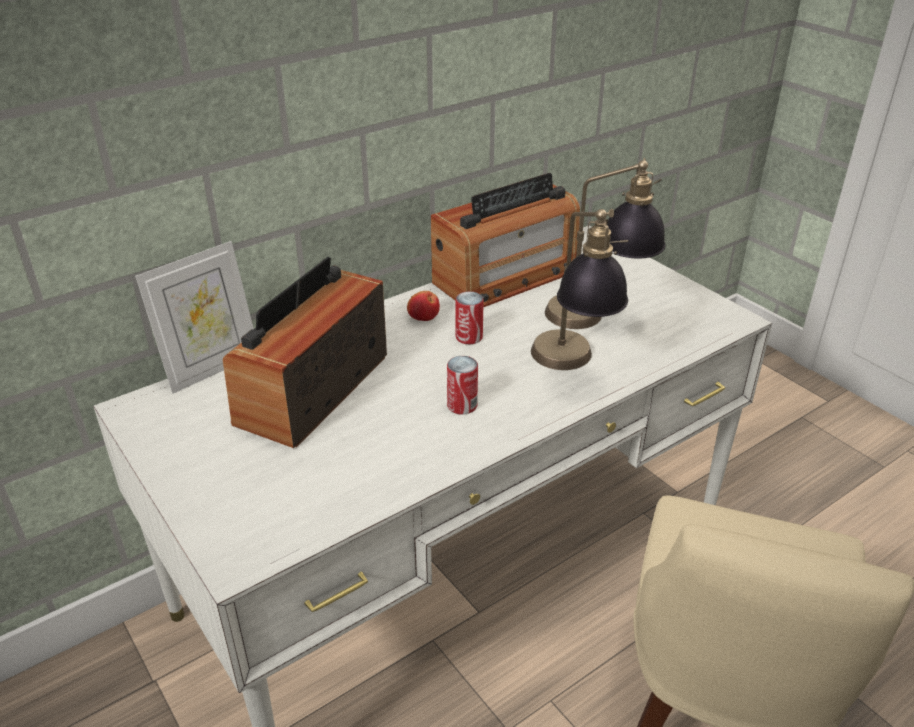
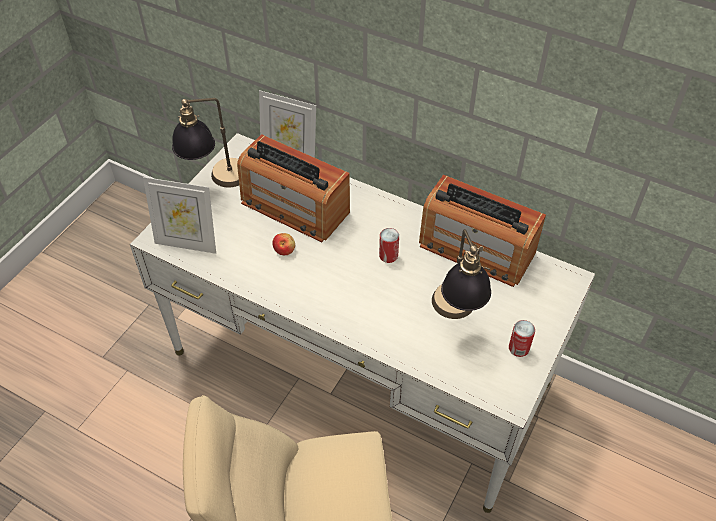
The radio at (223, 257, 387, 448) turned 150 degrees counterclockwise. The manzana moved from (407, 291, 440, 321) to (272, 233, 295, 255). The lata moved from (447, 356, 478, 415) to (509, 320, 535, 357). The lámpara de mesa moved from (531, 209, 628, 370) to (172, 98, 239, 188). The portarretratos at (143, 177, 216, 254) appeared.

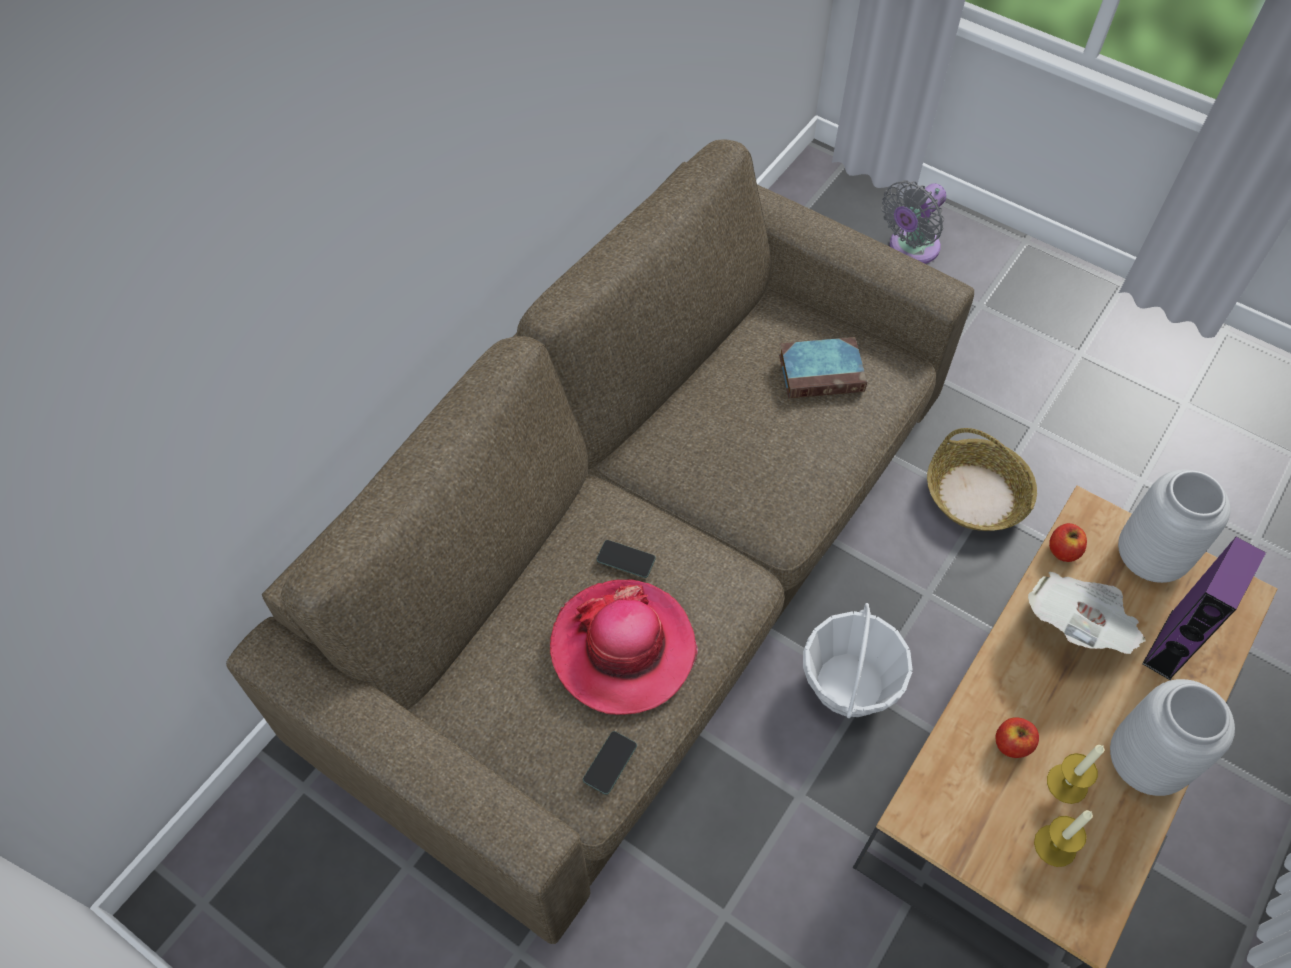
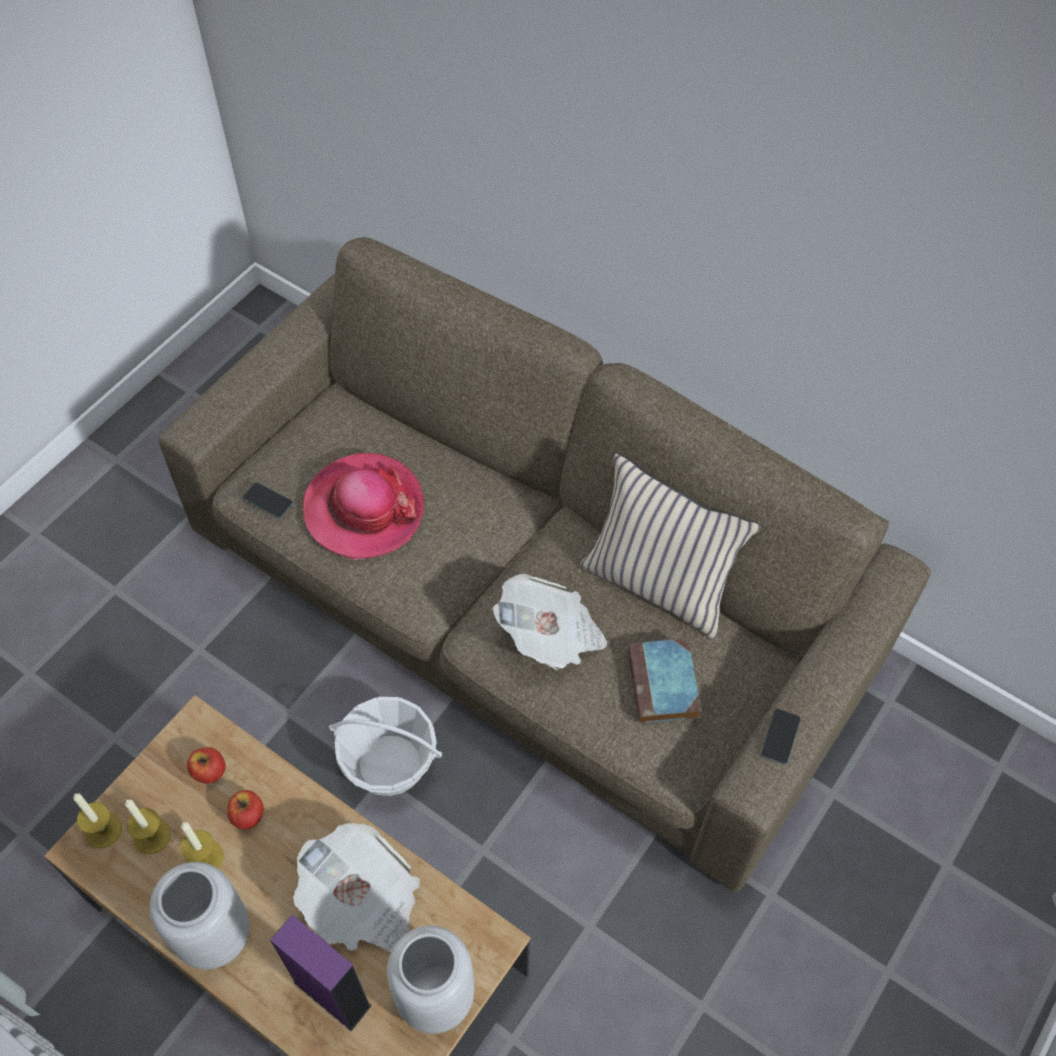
The móvil moved from (596, 540, 656, 578) to (761, 709, 801, 765). The ventilador/gris at (881, 180, 946, 264) disappeared. The cesta at (927, 428, 1037, 531) disappeared. The manzana moved from (1049, 523, 1087, 562) to (187, 747, 226, 784). The vela at (73, 793, 122, 848) appeared. The periódico at (493, 574, 607, 670) appeared. The cojín/beis at (580, 453, 761, 640) appeared.

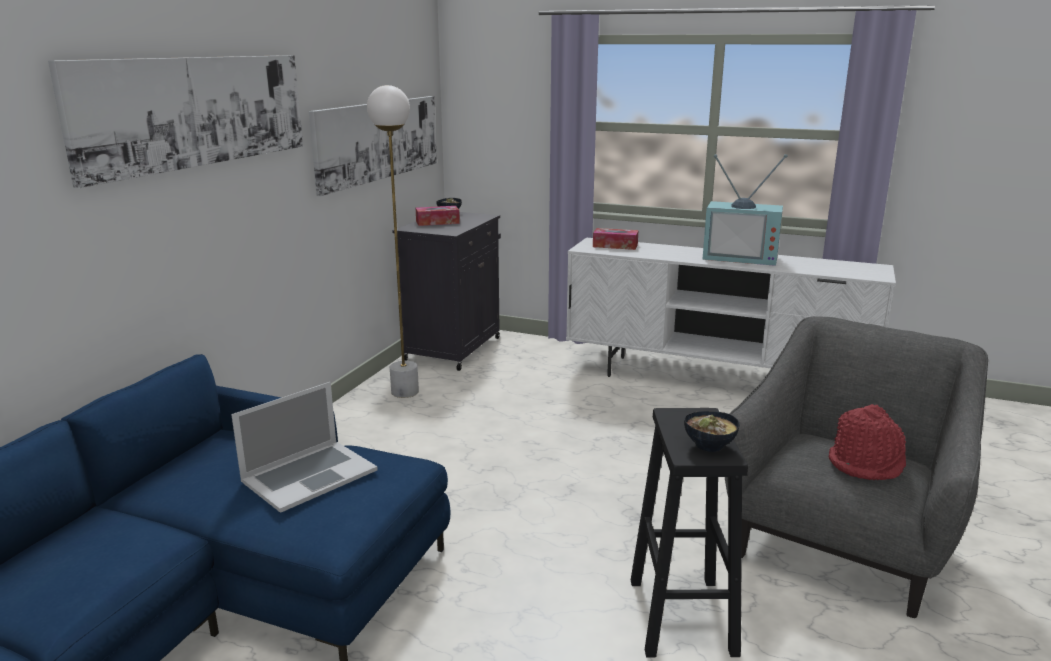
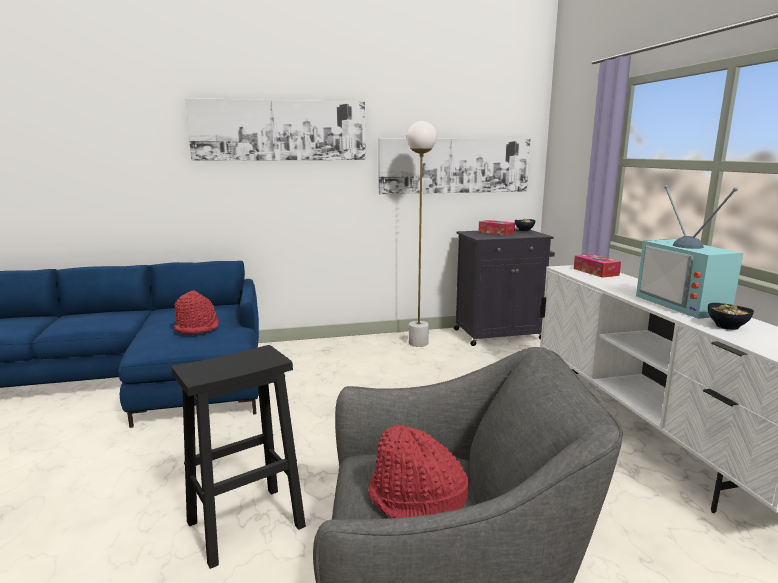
The portátil at (231, 382, 378, 513) was replaced by the sombrero/rojo at (174, 290, 219, 335). The cuenco moved from (684, 411, 740, 452) to (708, 303, 754, 330).

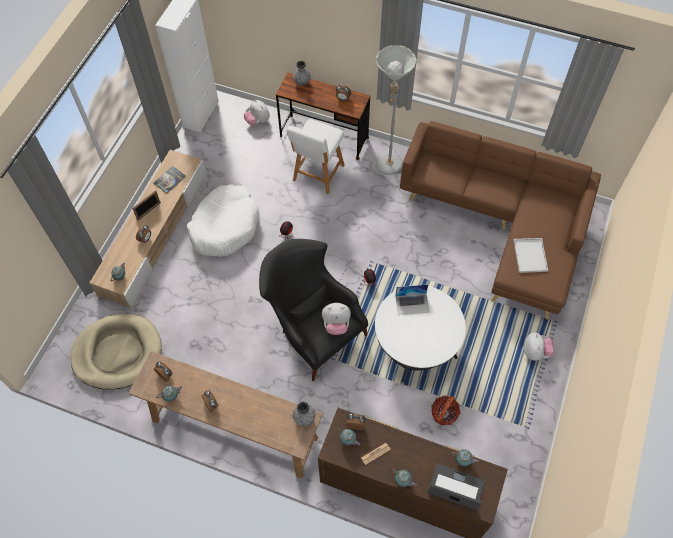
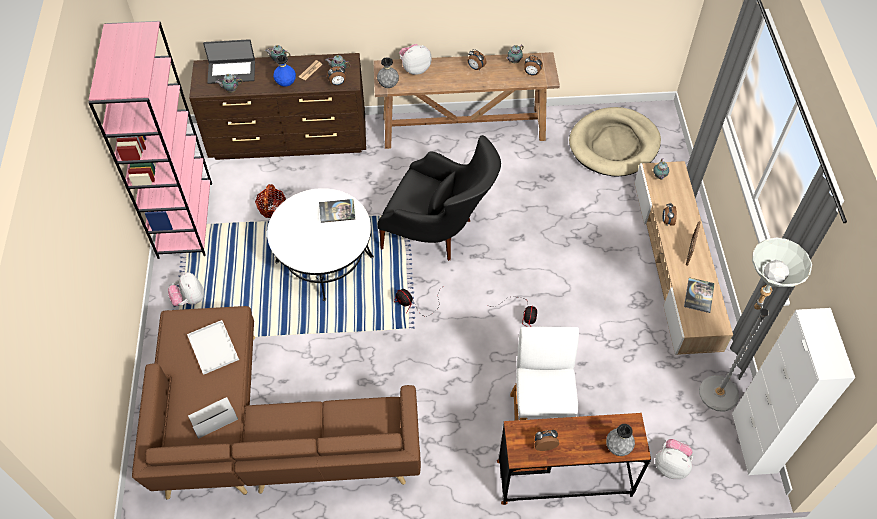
The cama para perro/blanco at (187, 184, 259, 257) disappeared. The peluche moved from (322, 303, 351, 335) to (399, 44, 432, 75). The lámpara de pie/gris moved from (376, 45, 416, 175) to (699, 238, 812, 412). The portátil moved from (395, 284, 430, 315) to (188, 397, 238, 439). The estantería/rosa at (89, 21, 212, 259) appeared. The florero/azul at (273, 55, 296, 87) appeared. The libro at (319, 199, 355, 223) appeared.

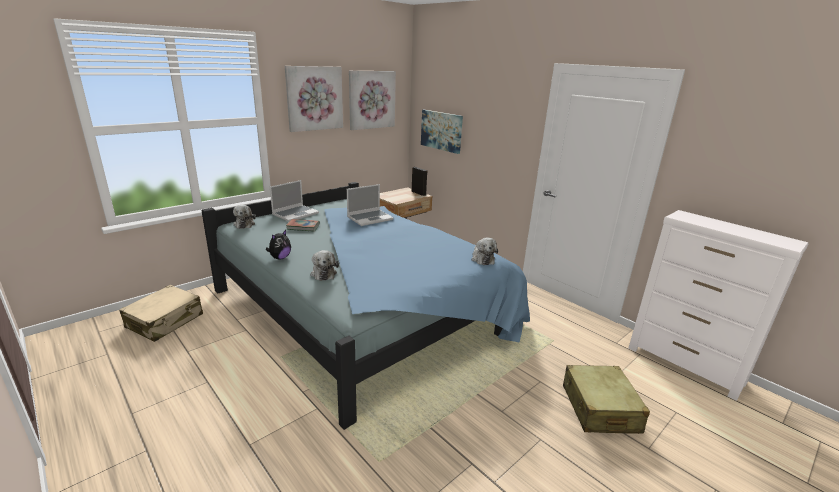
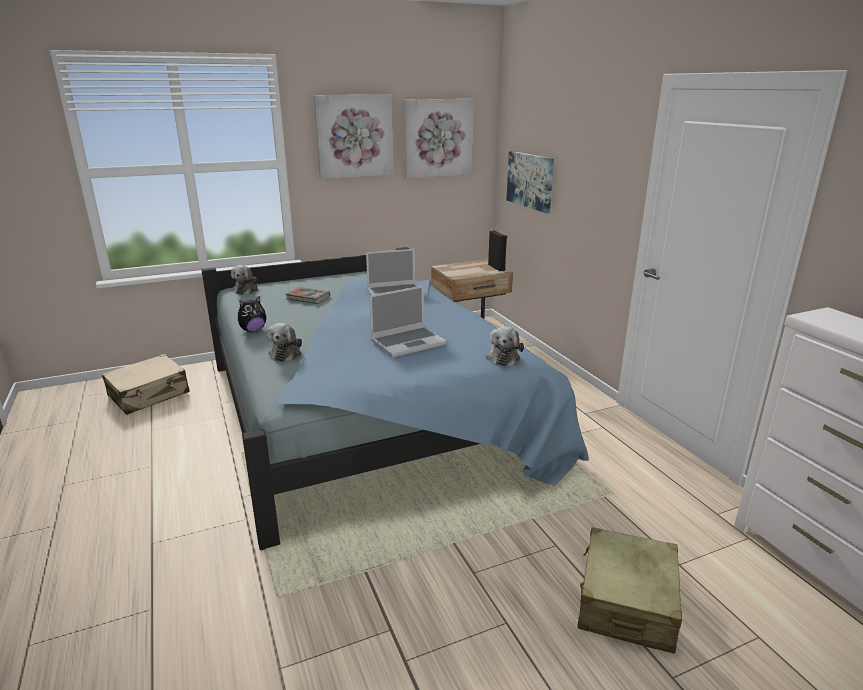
The portátil moved from (270, 180, 319, 222) to (369, 285, 447, 357).

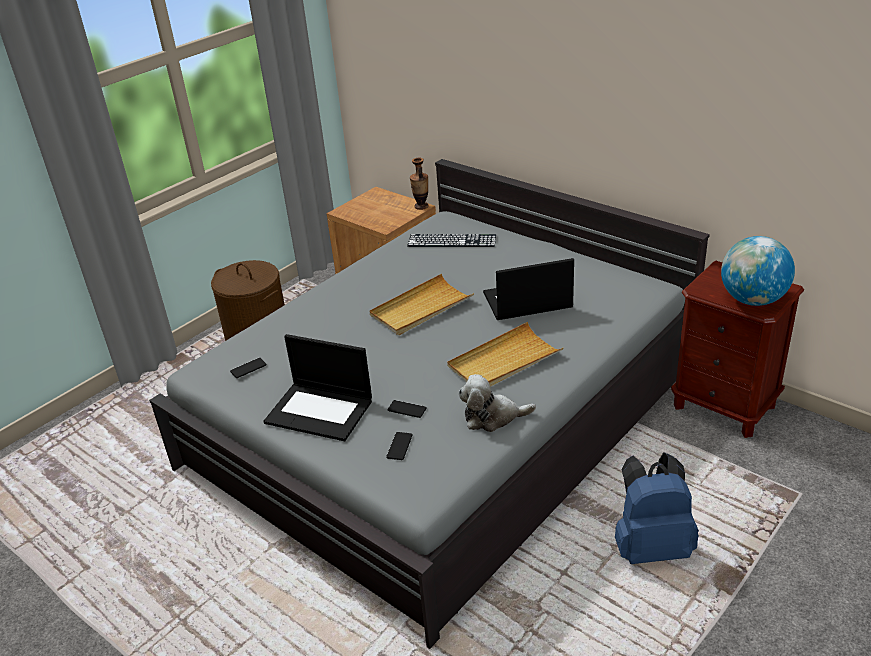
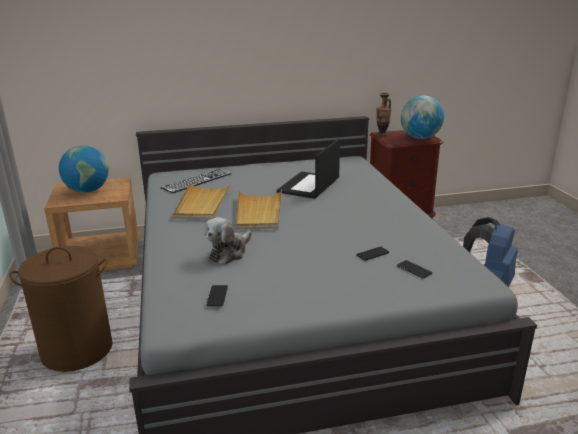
The portátil at (263, 334, 372, 441) disappeared. The florero moved from (410, 158, 429, 210) to (376, 93, 392, 136). The bandeja/beis moved from (447, 322, 563, 387) to (173, 182, 231, 219). The peluche moved from (458, 374, 536, 432) to (204, 217, 252, 265). The globo terráqueo at (59, 145, 109, 193) appeared.

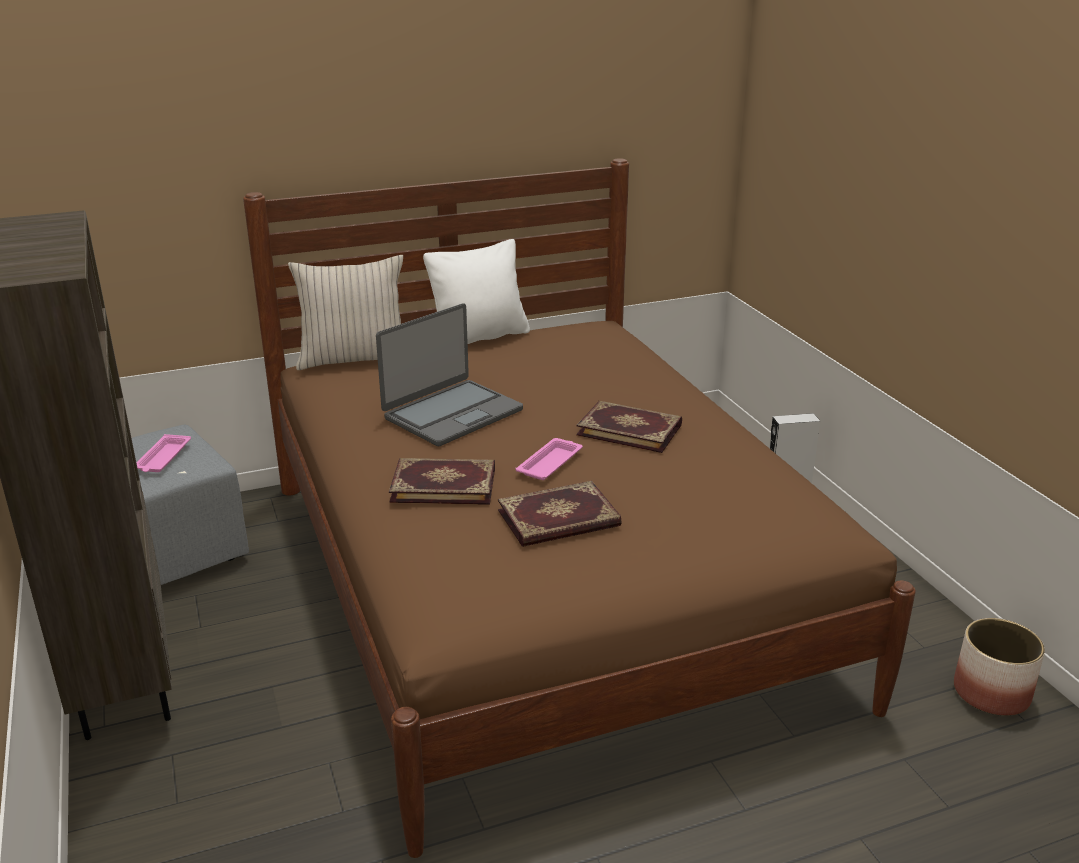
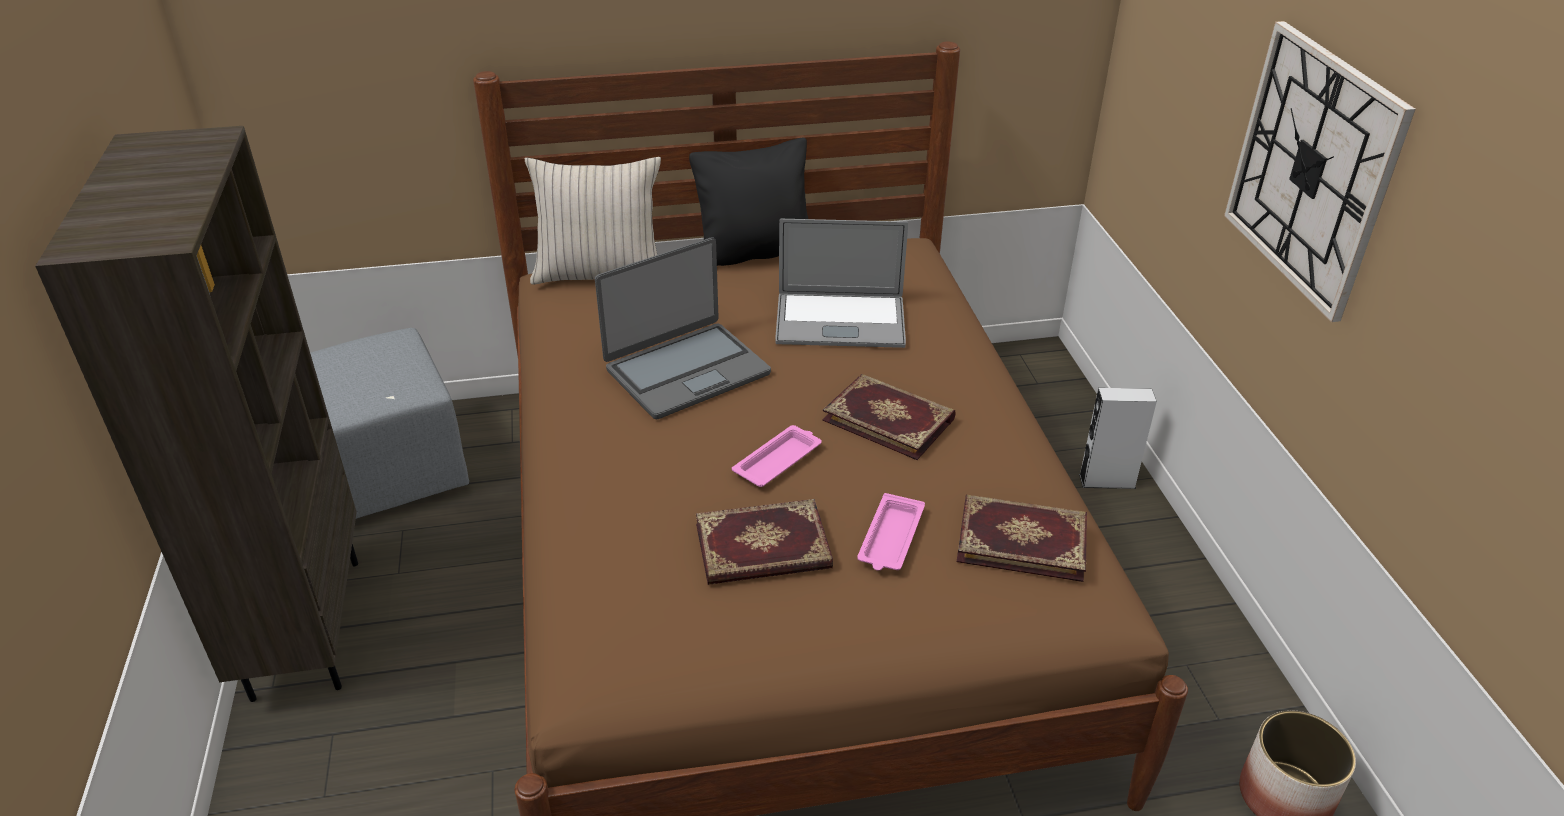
The bandeja/rosa moved from (137, 434, 191, 472) to (857, 493, 925, 571). The libro moved from (389, 458, 495, 505) to (957, 494, 1087, 582). The cojín/blanco at (423, 239, 530, 344) became the cojín/negro at (689, 138, 808, 266). The portátil at (775, 219, 908, 348) appeared. The reloj de pared at (1224, 21, 1416, 322) appeared.

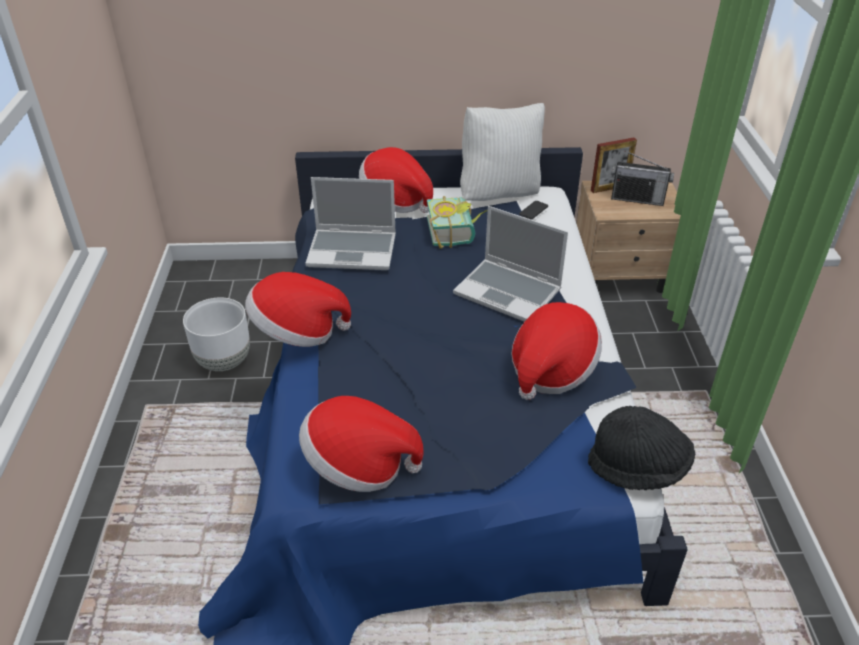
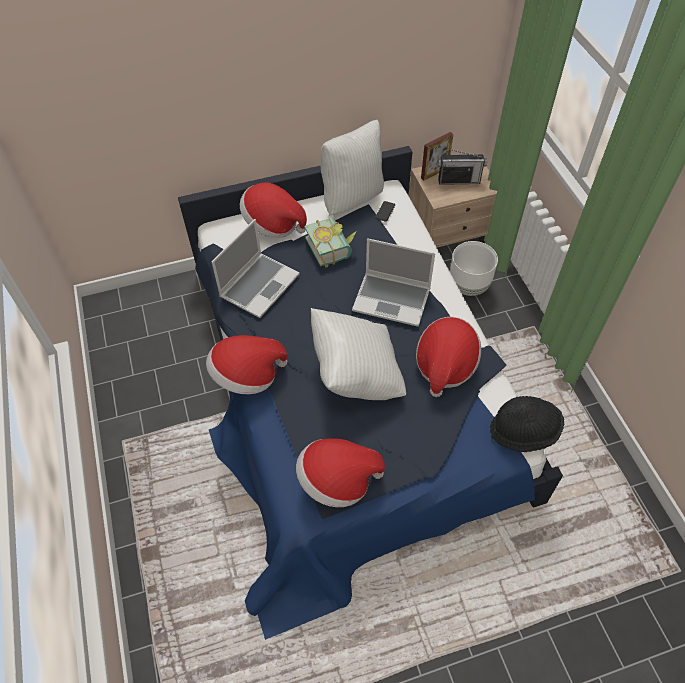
The maceta/blanco moved from (183, 297, 250, 371) to (450, 241, 498, 296). The portátil at (305, 177, 396, 270) turned 45 degrees counterclockwise. The cojín/blanco at (311, 308, 406, 400) appeared.

